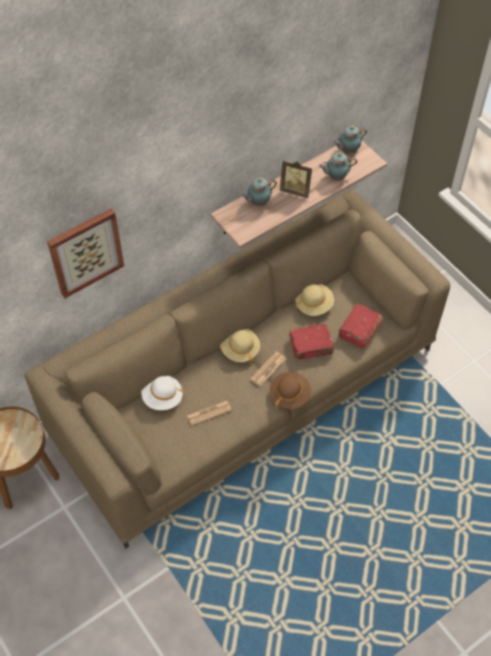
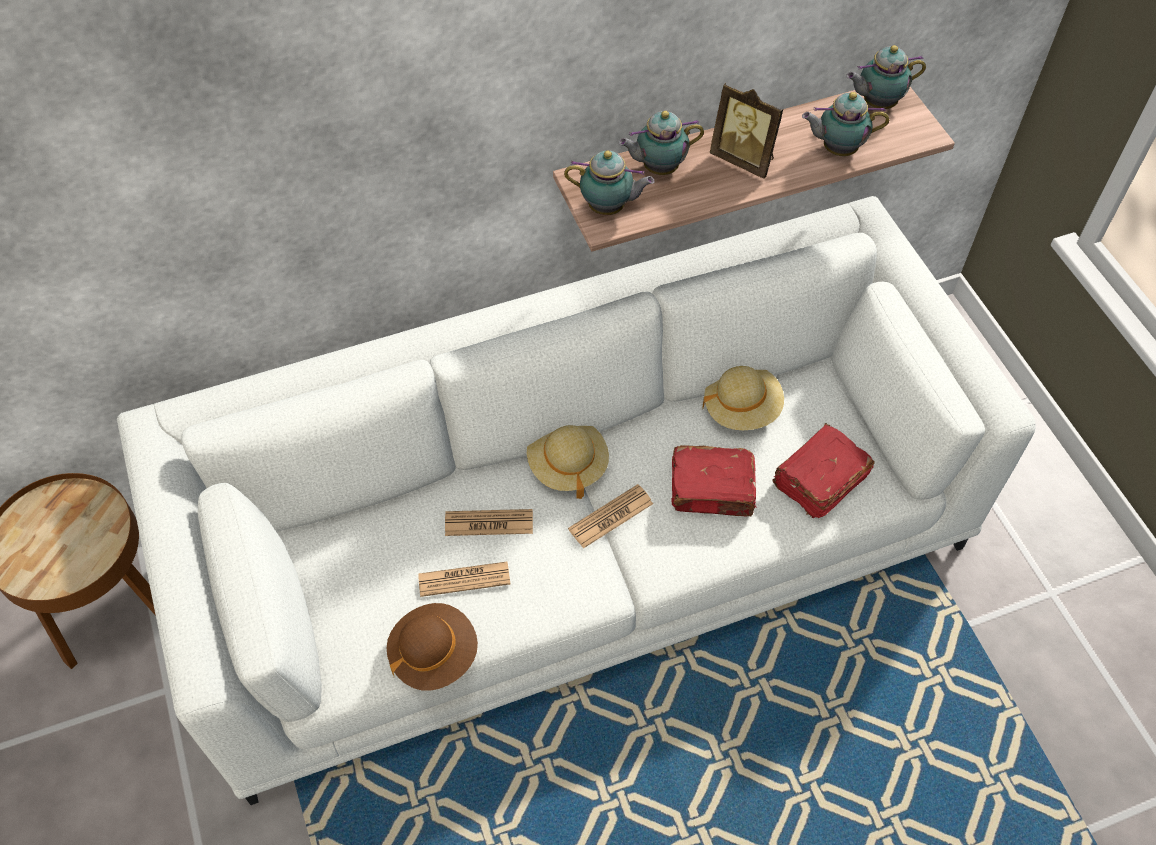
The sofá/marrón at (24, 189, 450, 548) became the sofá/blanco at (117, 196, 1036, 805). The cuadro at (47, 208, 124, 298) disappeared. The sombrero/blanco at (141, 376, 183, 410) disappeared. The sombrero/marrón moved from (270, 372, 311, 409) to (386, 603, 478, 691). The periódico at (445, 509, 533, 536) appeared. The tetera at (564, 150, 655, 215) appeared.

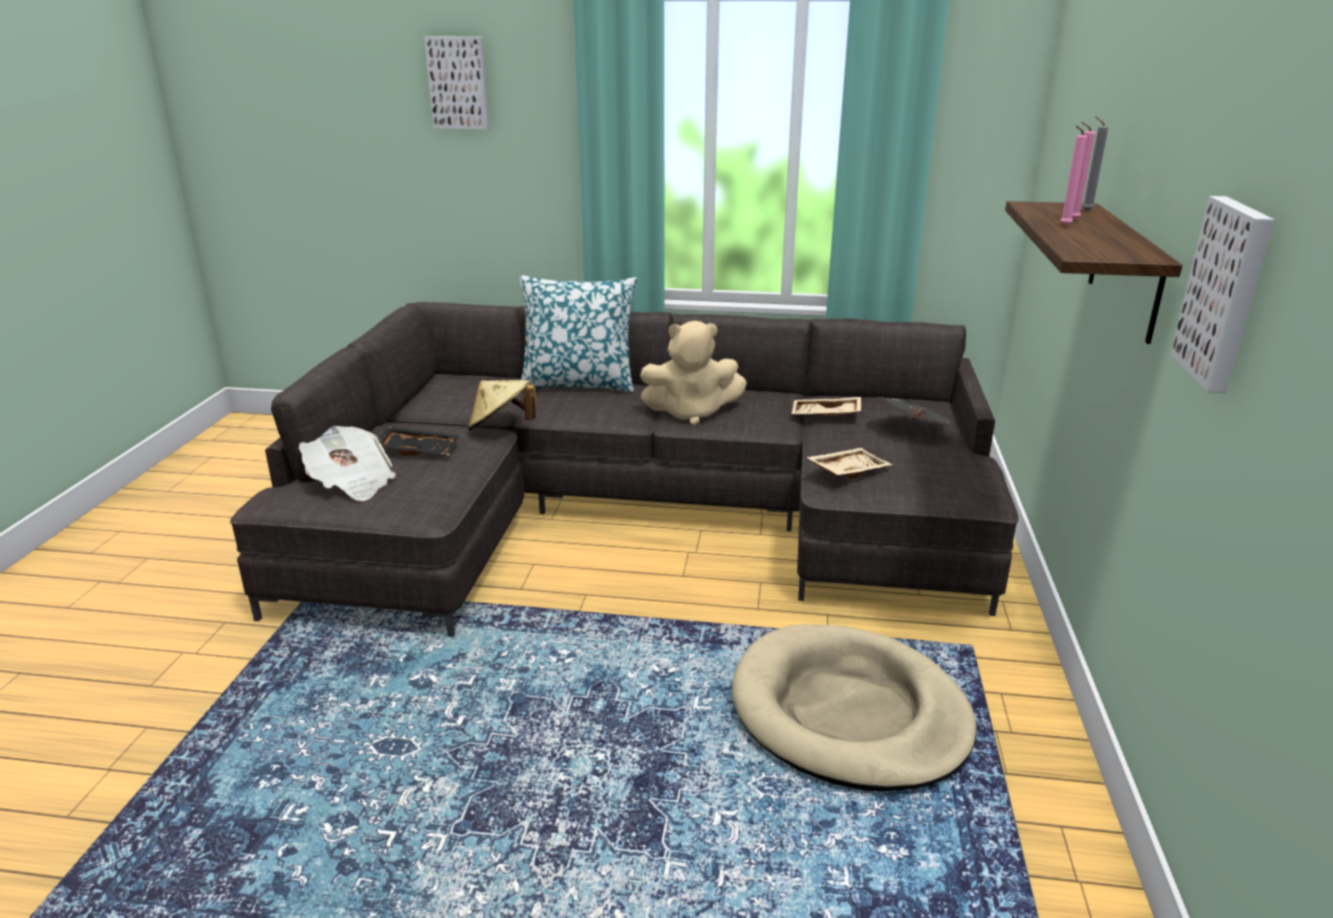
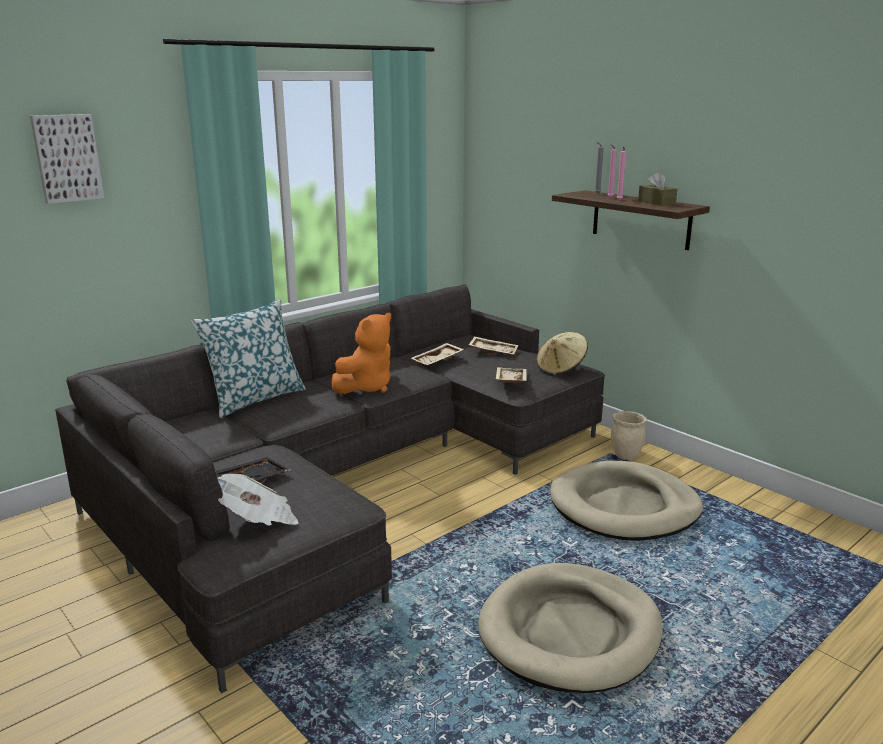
The sombrero/beis moved from (468, 380, 536, 431) to (537, 332, 588, 376). The peluche/beis at (640, 321, 747, 426) became the peluche/naranja at (331, 313, 391, 394). The periódico at (878, 397, 952, 423) was replaced by the bandeja/beis at (469, 336, 518, 356). The cuadro at (1170, 196, 1274, 393) disappeared. The cama para perro/beis at (478, 563, 663, 693) appeared. The maceta/beis at (611, 411, 647, 460) appeared. The caja de pañuelos/marrón at (638, 172, 677, 206) appeared.

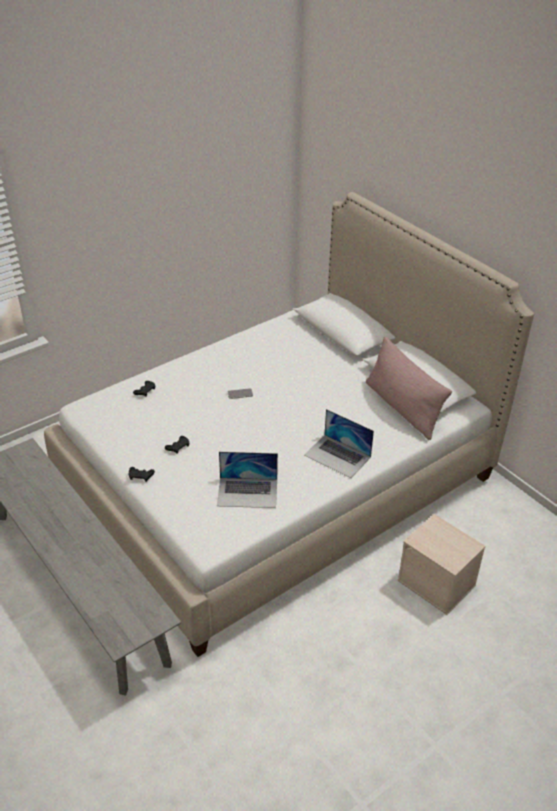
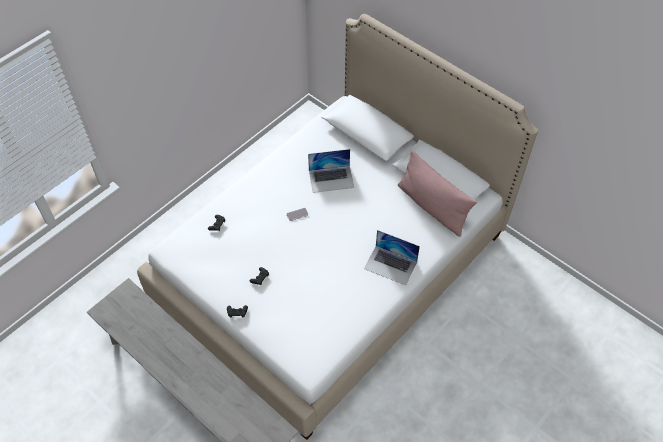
The portátil moved from (217, 452, 278, 508) to (308, 149, 354, 193). The caja de almacenaje/beis at (397, 514, 486, 615) disappeared.

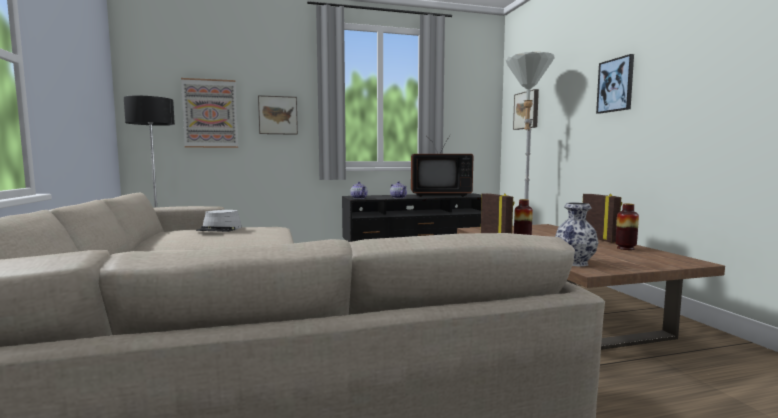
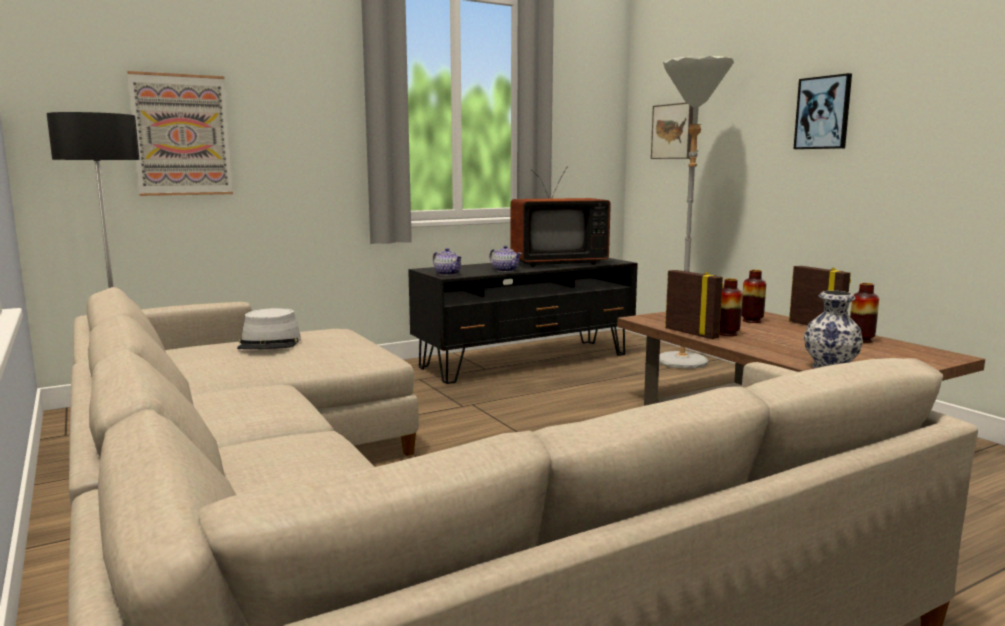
The cuadro at (258, 95, 298, 135) disappeared. The florero at (741, 270, 766, 323) appeared.

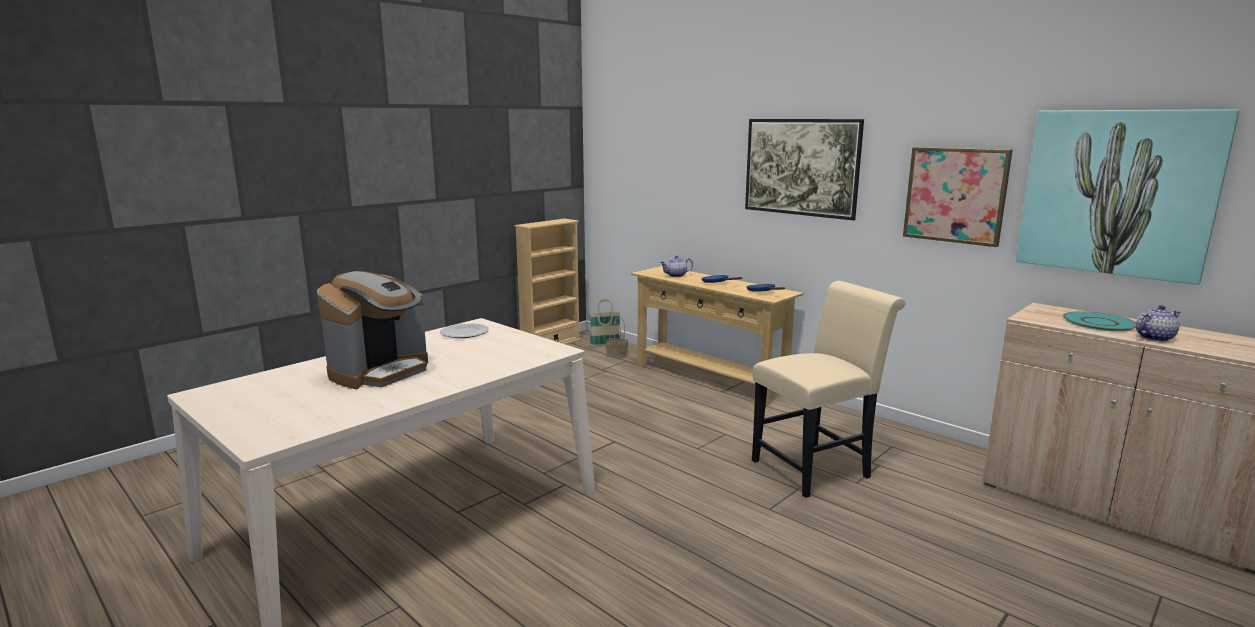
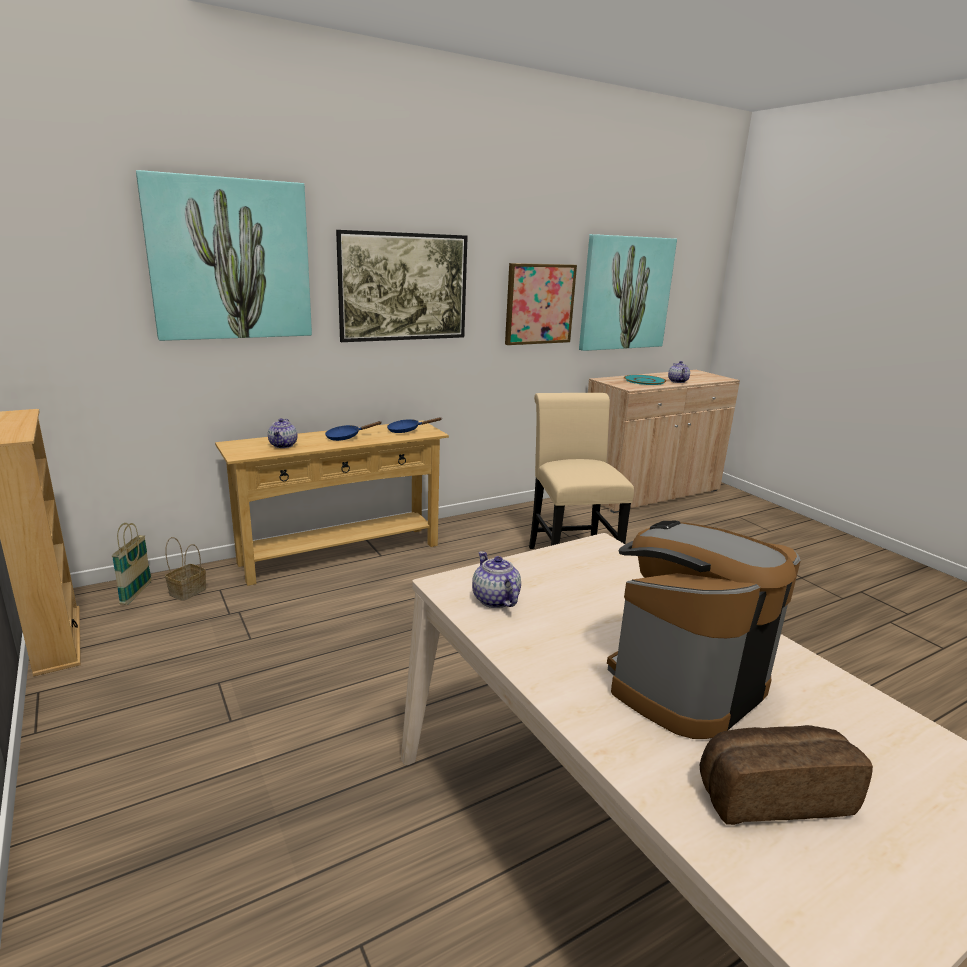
The cafetera at (317, 271, 428, 389) turned 90 degrees counterclockwise. The plato at (440, 323, 489, 338) was replaced by the tetera at (472, 551, 521, 608). The cuadro at (136, 170, 312, 341) appeared. The pan at (700, 725, 873, 825) appeared.

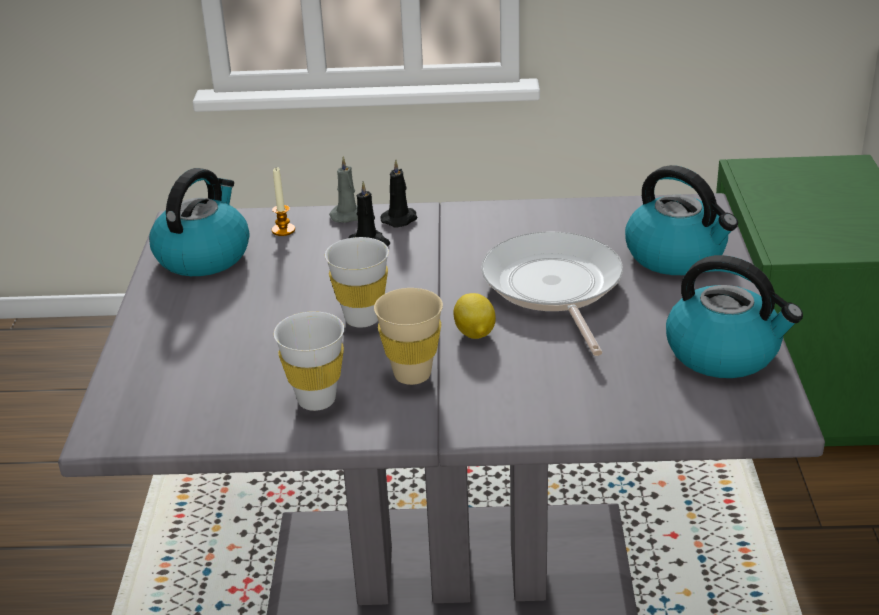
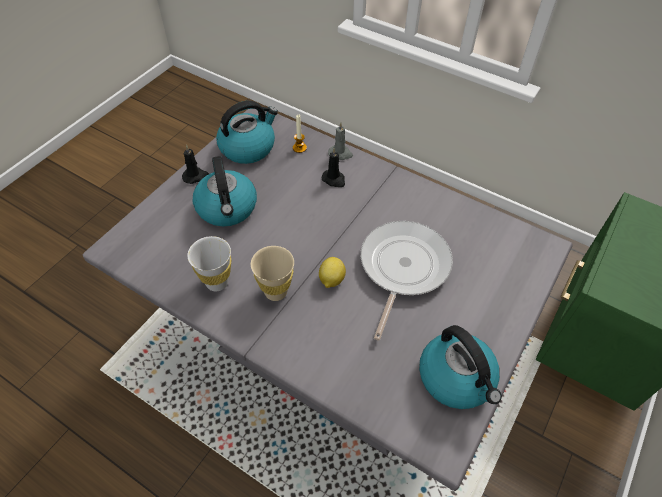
The taza/blanco at (325, 237, 389, 328) disappeared. The vela/negro moved from (380, 160, 417, 228) to (182, 145, 209, 184). The hervidor moved from (625, 165, 738, 275) to (193, 156, 257, 227).

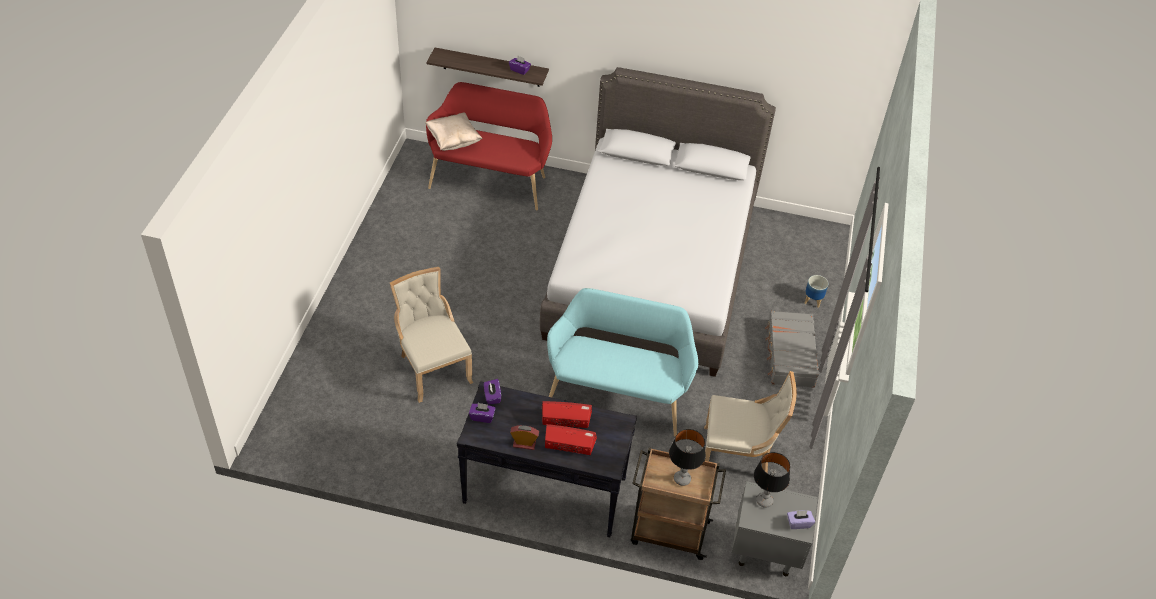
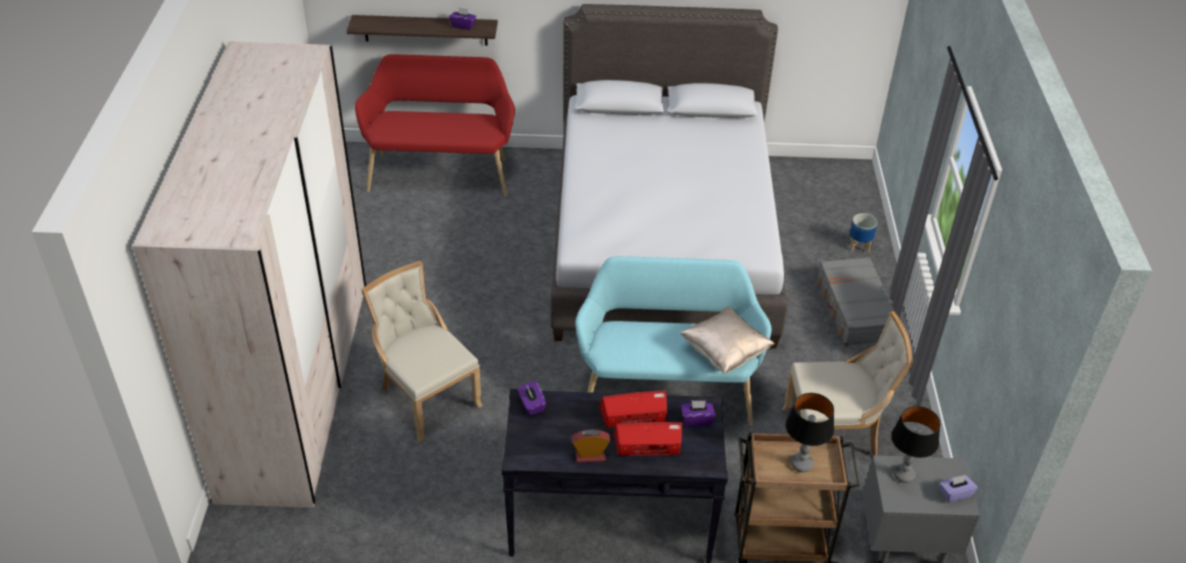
The cojín/beis moved from (425, 112, 483, 151) to (680, 307, 775, 374). The caja de pañuelos/morado moved from (469, 403, 495, 423) to (681, 400, 716, 426). The armario ropero/beis at (132, 41, 366, 508) appeared.

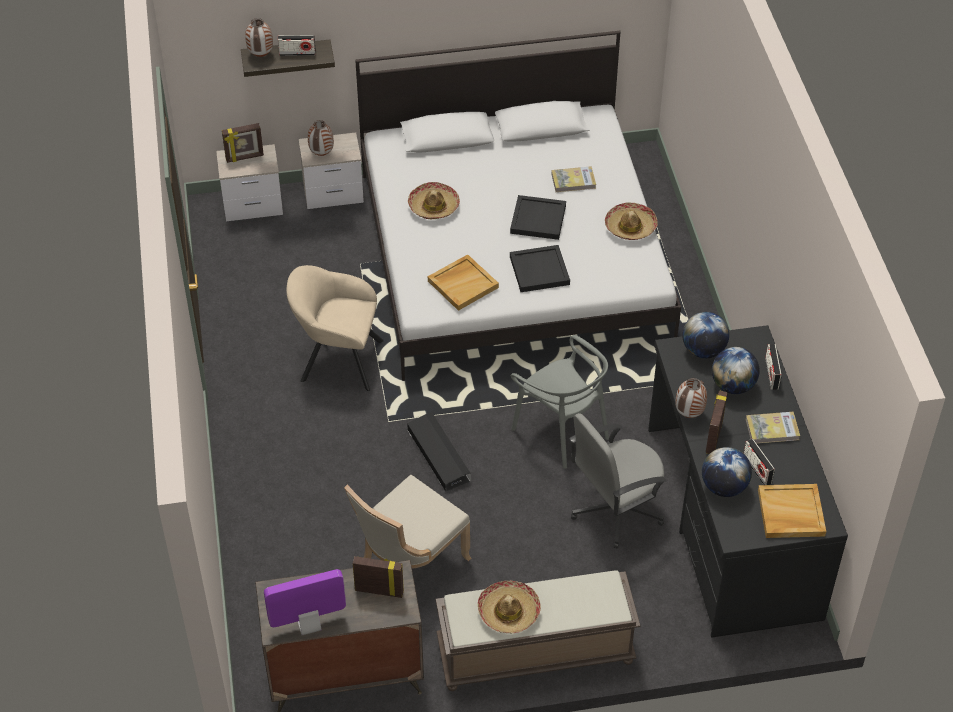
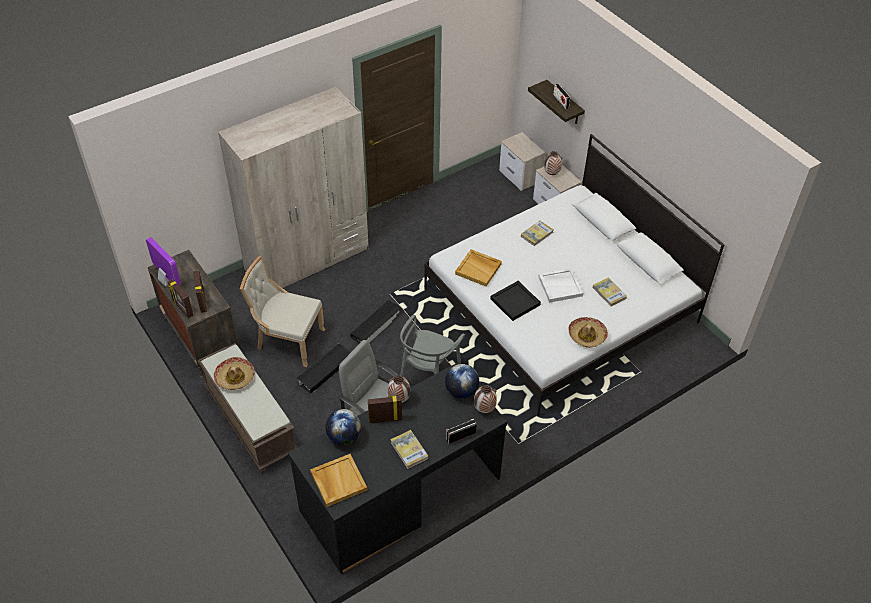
The portarretratos moved from (222, 123, 264, 163) to (167, 279, 194, 318). The florero moved from (245, 18, 273, 57) to (474, 385, 497, 413). The sillón/beis at (286, 265, 384, 391) disappeared. The sombrero at (408, 182, 460, 219) was replaced by the libro at (521, 221, 554, 246). The bandeja/negro at (510, 195, 566, 240) became the bandeja/blanco at (538, 268, 583, 303). The globo terráqueo at (712, 347, 760, 394) disappeared. The radio at (744, 439, 775, 485) disappeared. The armario ropero/beis at (218, 86, 369, 288) appeared. The caja de almacenaje/negro at (296, 344, 350, 394) appeared.

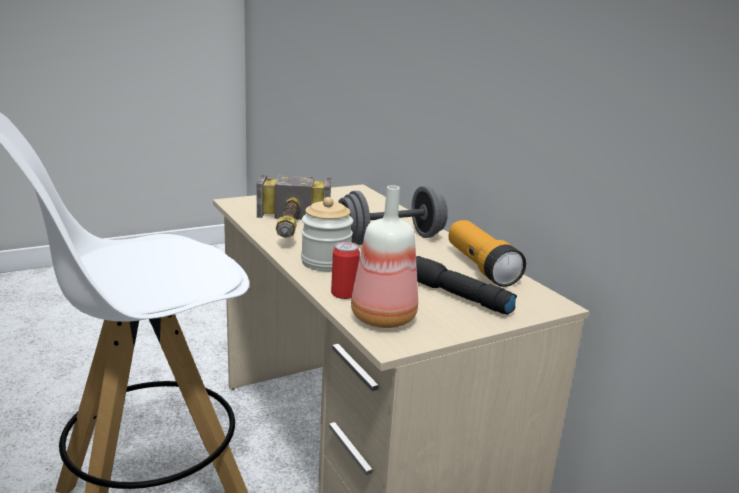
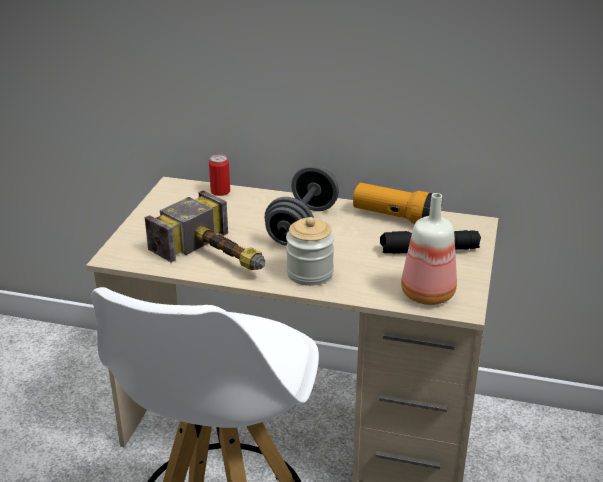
The lata moved from (331, 242, 360, 299) to (209, 154, 230, 196).

